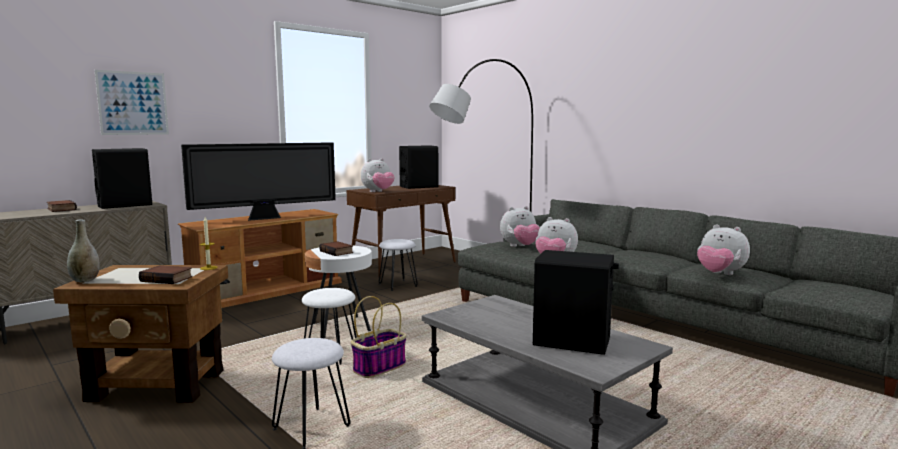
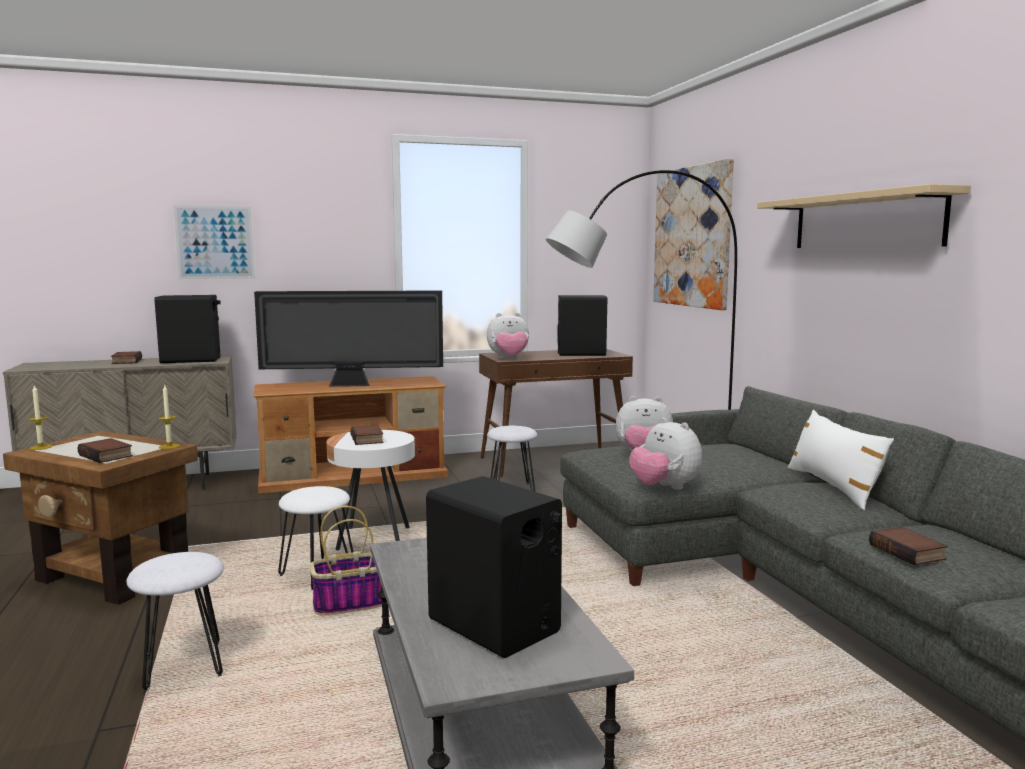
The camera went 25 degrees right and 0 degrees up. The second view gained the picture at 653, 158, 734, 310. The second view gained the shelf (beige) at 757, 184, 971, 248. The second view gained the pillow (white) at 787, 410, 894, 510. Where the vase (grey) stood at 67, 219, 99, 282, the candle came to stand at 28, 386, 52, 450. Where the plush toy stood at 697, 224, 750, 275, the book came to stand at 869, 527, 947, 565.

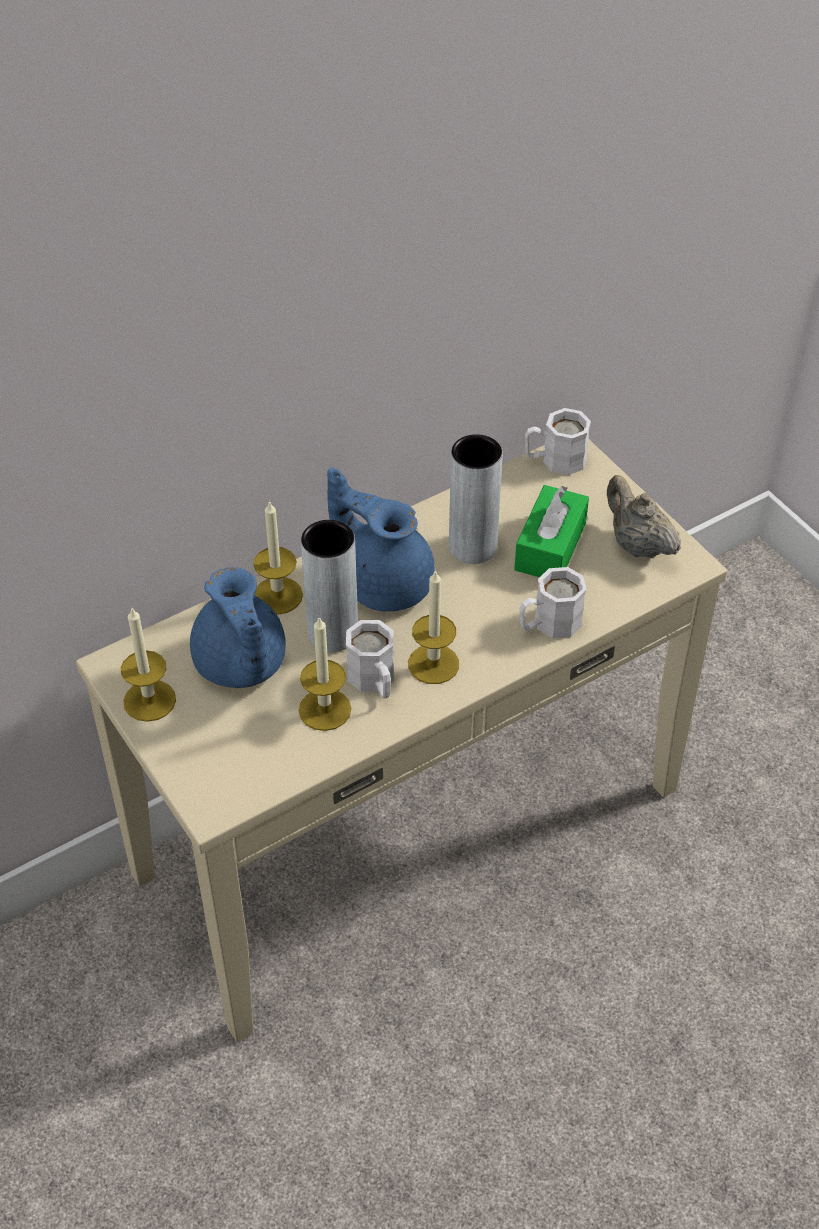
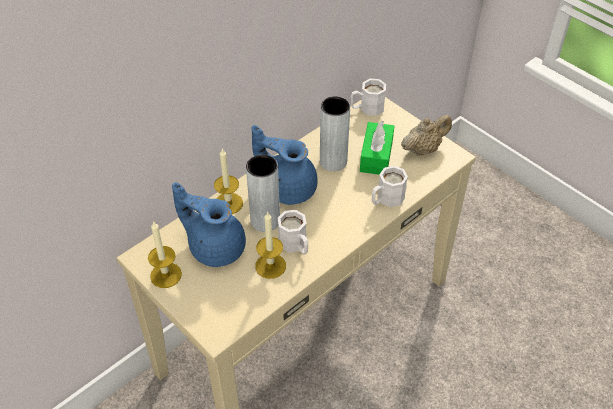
The camera went 10 degrees left and 0 degrees up. The second view lost the candle at 408, 569, 459, 684. The teapot (blue) at 190, 567, 286, 688 ended up facing another way, 150 degrees clockwise from before. The teapot (beige) at 607, 475, 681, 558 ended up facing another way, 105 degrees clockwise from before.

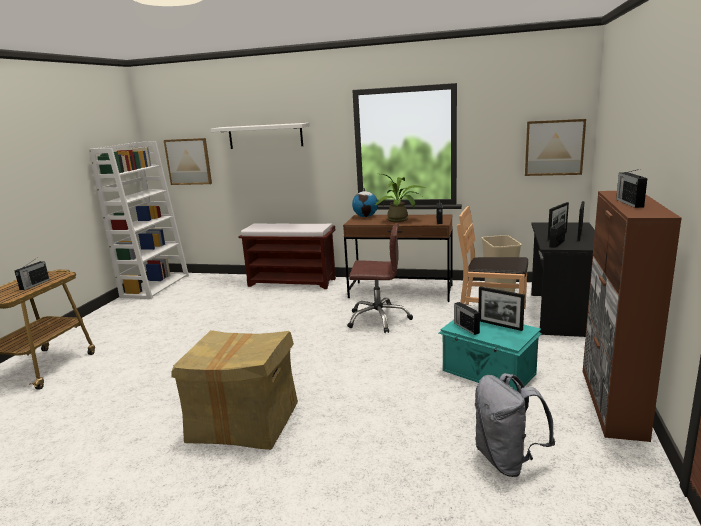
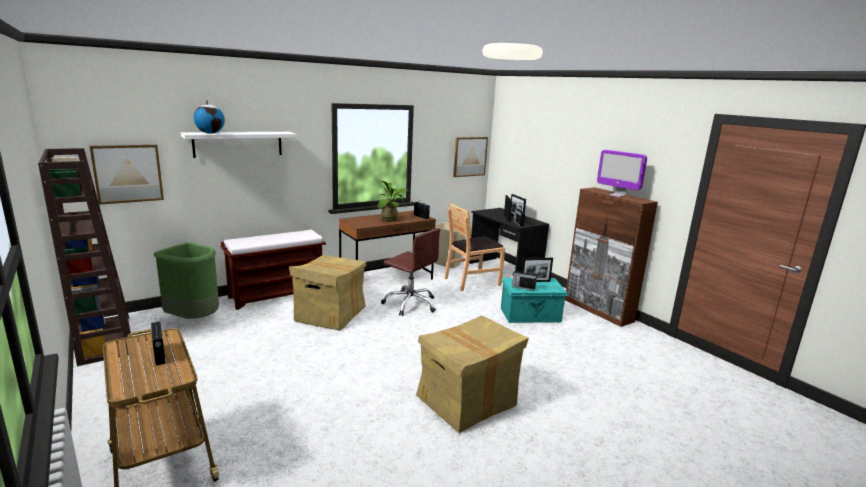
The camera went 50 degrees left and 0 degrees up. The second view lost the backpack (grey) at 475, 373, 555, 477. The second view gained the trash can (green) at 154, 242, 219, 319. The second view gained the cardboard box at 289, 255, 367, 330. The globe ended up elsewhere, having gone from 352, 188, 378, 217 to 194, 100, 225, 134. Where the radio stood at 616, 169, 647, 208, the monitor came to stand at 597, 150, 647, 197. What was the bookcase (white) at 89, 141, 189, 299 turned into the bookcase (brown) at 38, 148, 131, 366. The office chair (brown) at 347, 223, 413, 333 ended up facing another way, 75 degrees clockwise from before.

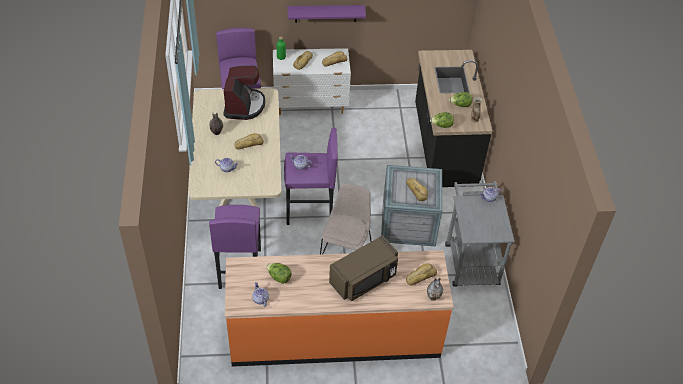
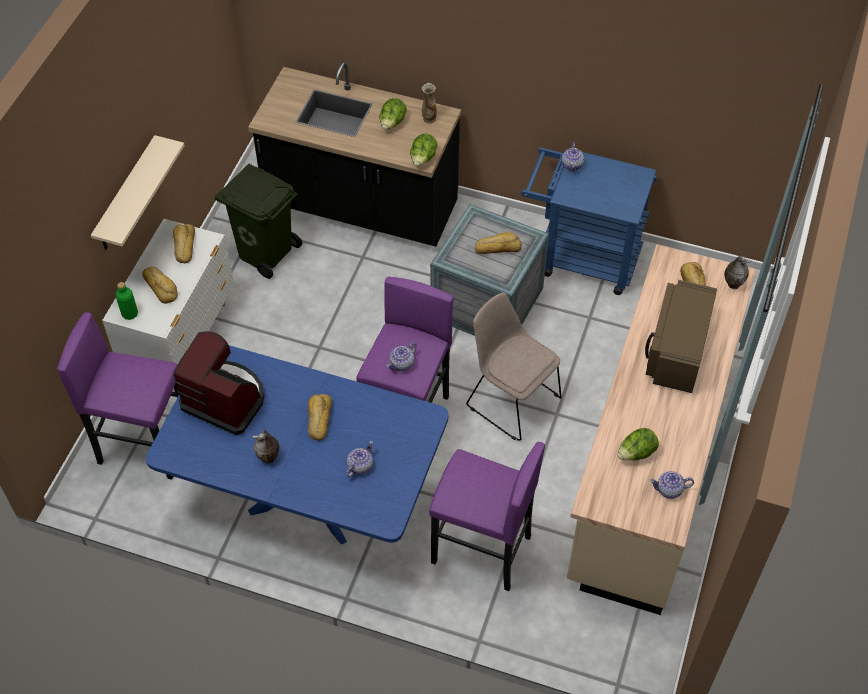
The camera went 65 degrees left and 5 degrees up. The second view gained the trash can (green) at 215, 164, 302, 279. What was the dining table (beige) at 188, 88, 281, 207 turned into the dining table (blue) at 146, 345, 449, 545. What was the counter (orange) at 225, 250, 454, 367 turned into the counter (beige) at 567, 244, 756, 615. What was the shelf (purple) at 287, 5, 366, 23 turned into the shelf (beige) at 91, 135, 185, 250. What was the cart (grey) at 445, 181, 515, 286 turned into the cart (blue) at 521, 148, 657, 295. The microwave (brown) at 329, 235, 398, 302 ended up facing another way, 150 degrees counterclockwise from before.

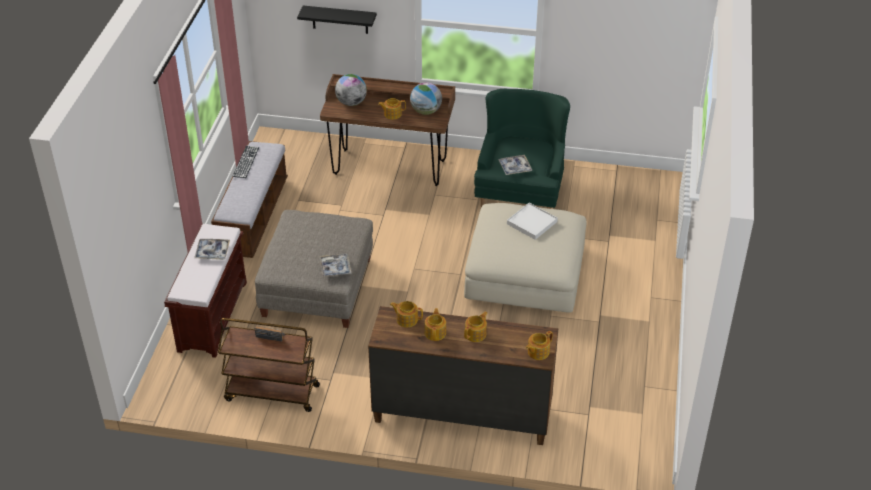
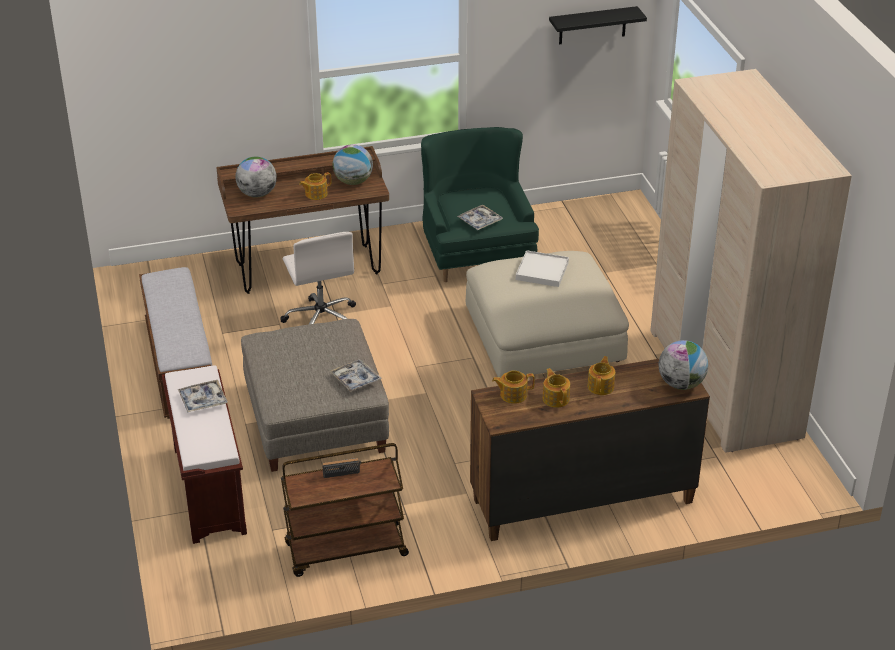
The camera went 25 degrees left and 5 degrees down. The second view lost the keyboard at 232, 146, 259, 178. The second view gained the office chair (white) at 280, 232, 356, 324. The second view gained the wardrobe (beige) at 650, 69, 852, 453. The shelf (black) ended up elsewhere, having gone from 297, 6, 377, 34 to 549, 6, 647, 44. Where the teapot stood at 526, 331, 553, 360, the globe came to stand at 659, 340, 708, 390.

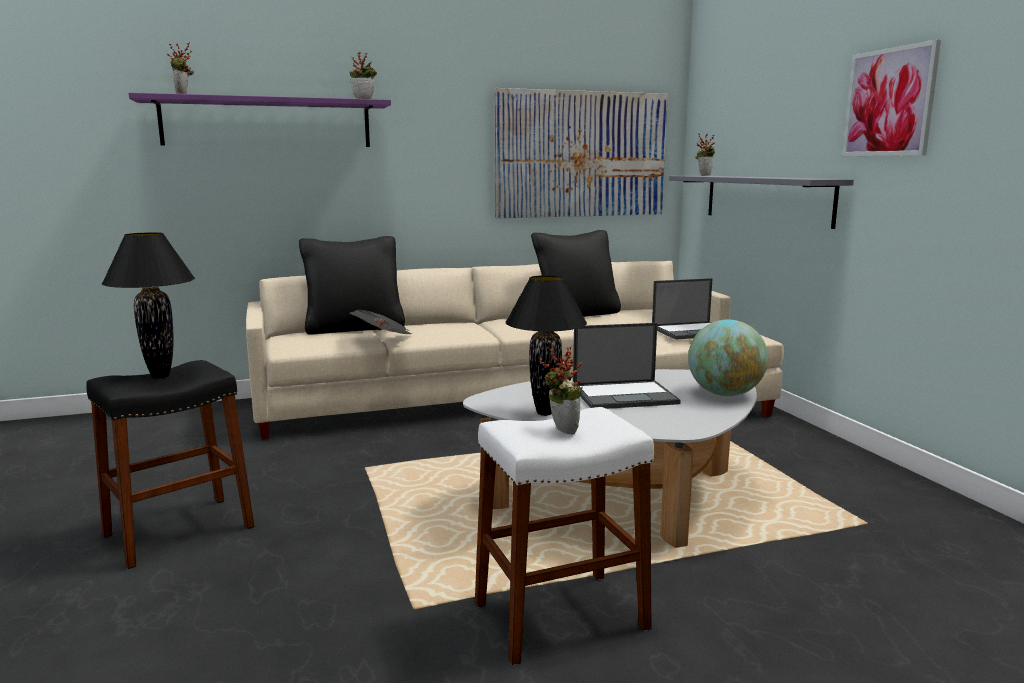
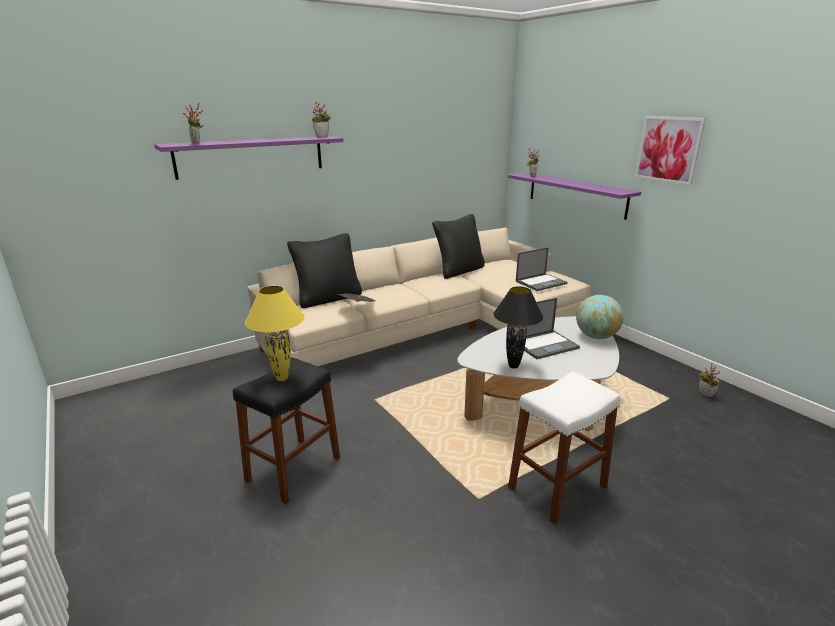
The camera went 15 degrees left and 10 degrees up. The second view lost the picture at 494, 88, 668, 218. The potted plant ended up elsewhere, having gone from 539, 346, 583, 434 to 698, 364, 721, 397. What was the table lamp (black) at 102, 232, 195, 378 turned into the table lamp (yellow) at 245, 286, 305, 381. What was the shelf (grey) at 669, 176, 854, 229 turned into the shelf (purple) at 508, 173, 641, 220.

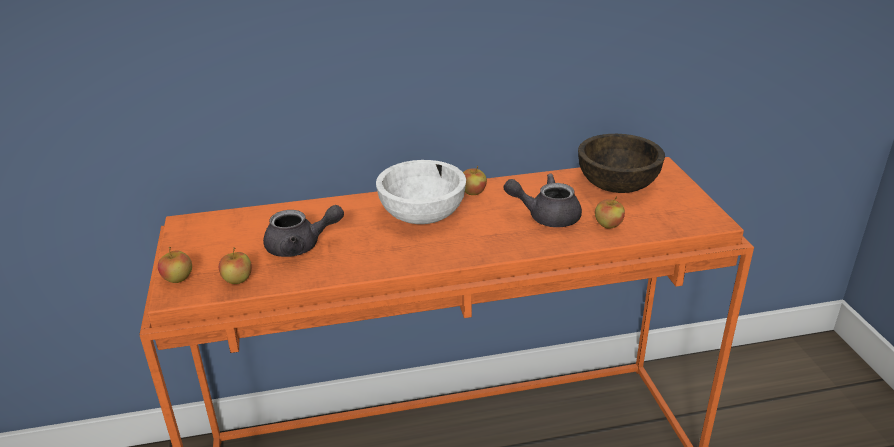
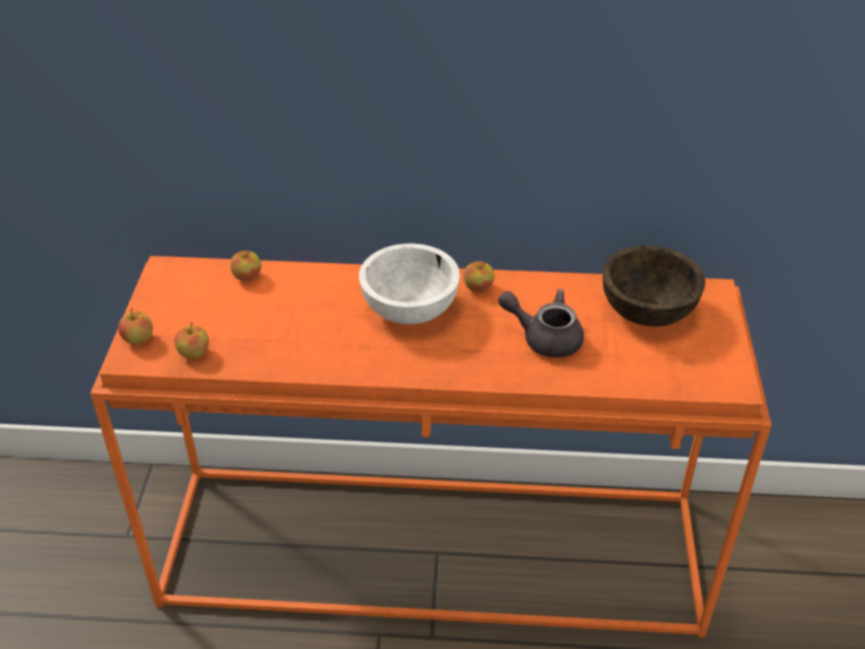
The camera went 15 degrees right and 10 degrees up. The second view lost the teapot (grey) at 263, 205, 344, 257. The apple ended up elsewhere, having gone from 595, 196, 625, 228 to 230, 250, 261, 281.

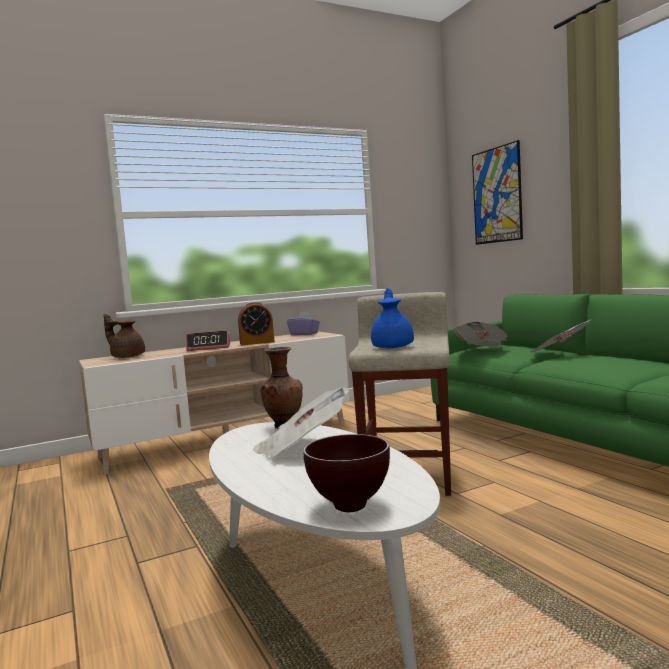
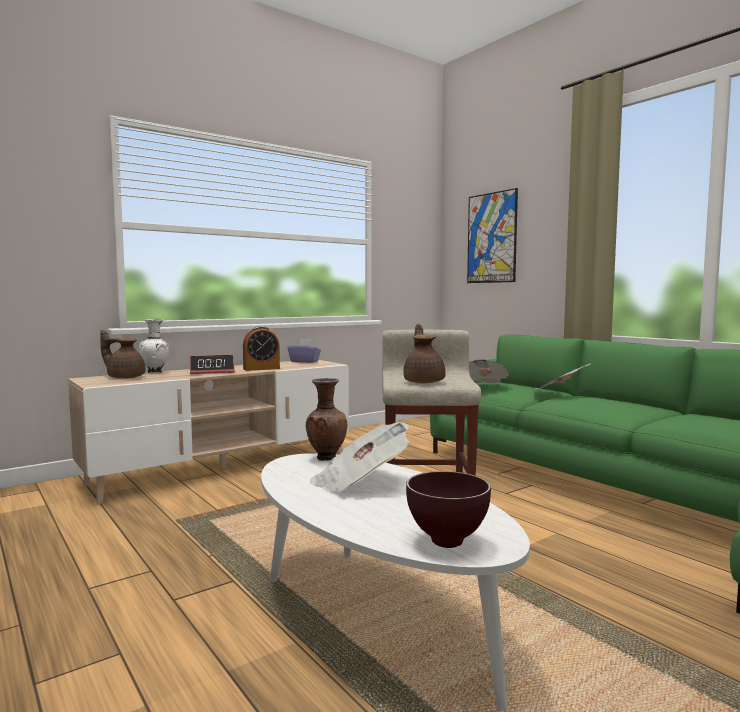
The camera went 10 degrees left and 0 degrees up. The second view gained the vase (white) at 139, 319, 170, 373. What was the teapot (blue) at 371, 288, 414, 348 turned into the teapot (brown) at 403, 324, 446, 383.

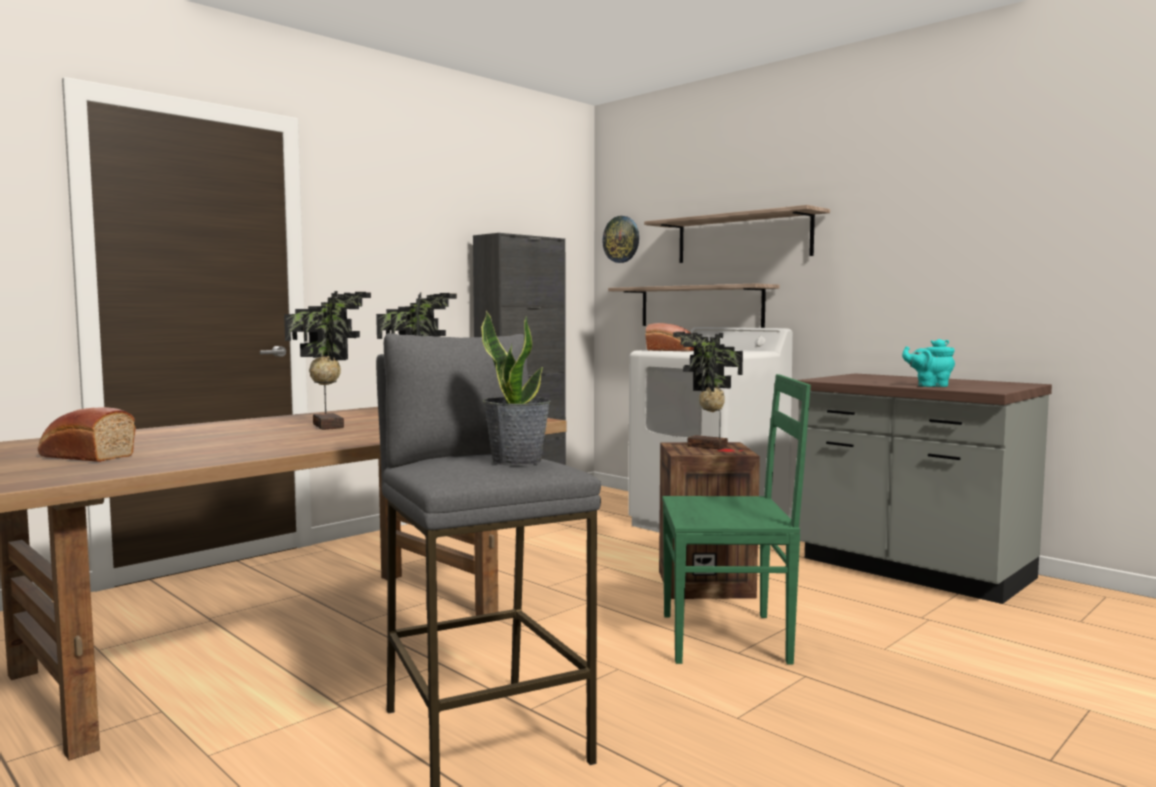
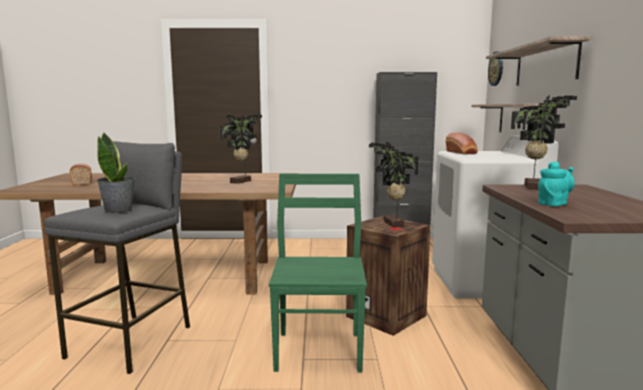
The camera went 45 degrees right and 5 degrees up. The potted plant ended up elsewhere, having gone from 284, 291, 371, 430 to 511, 95, 577, 190. The chair (green) at 662, 374, 811, 665 ended up facing another way, 135 degrees counterclockwise from before. The teapot (turquoise) at 902, 339, 955, 387 ended up facing another way, 90 degrees clockwise from before.

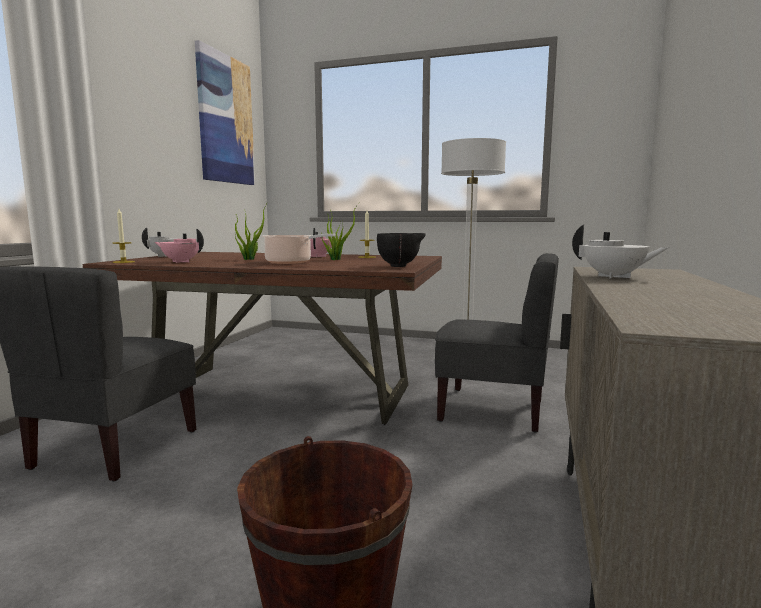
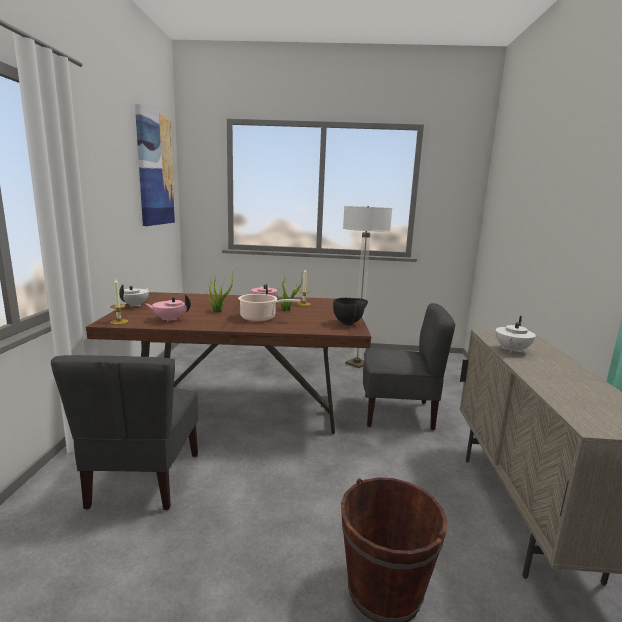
The camera went 15 degrees left and 5 degrees up. The teapot (white) at 572, 224, 670, 279 ended up facing another way, 105 degrees clockwise from before.

